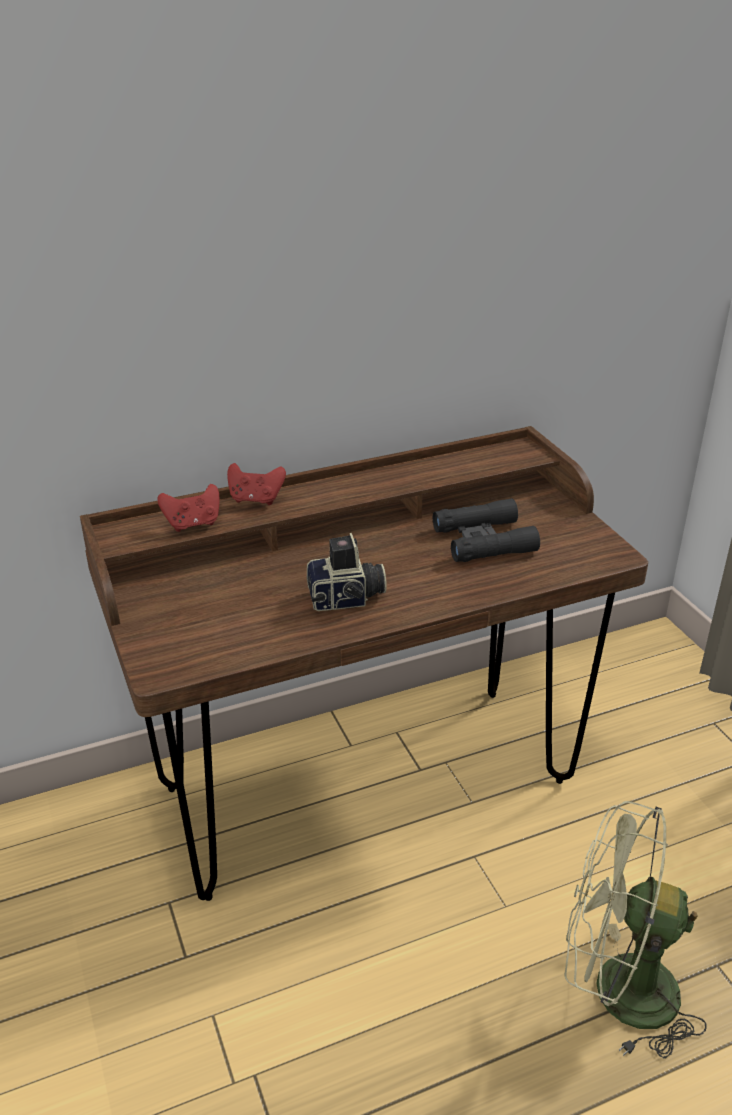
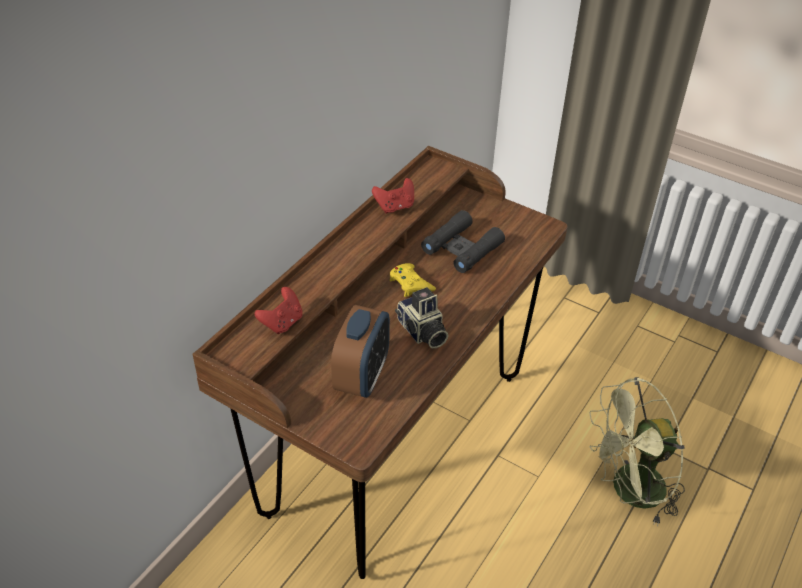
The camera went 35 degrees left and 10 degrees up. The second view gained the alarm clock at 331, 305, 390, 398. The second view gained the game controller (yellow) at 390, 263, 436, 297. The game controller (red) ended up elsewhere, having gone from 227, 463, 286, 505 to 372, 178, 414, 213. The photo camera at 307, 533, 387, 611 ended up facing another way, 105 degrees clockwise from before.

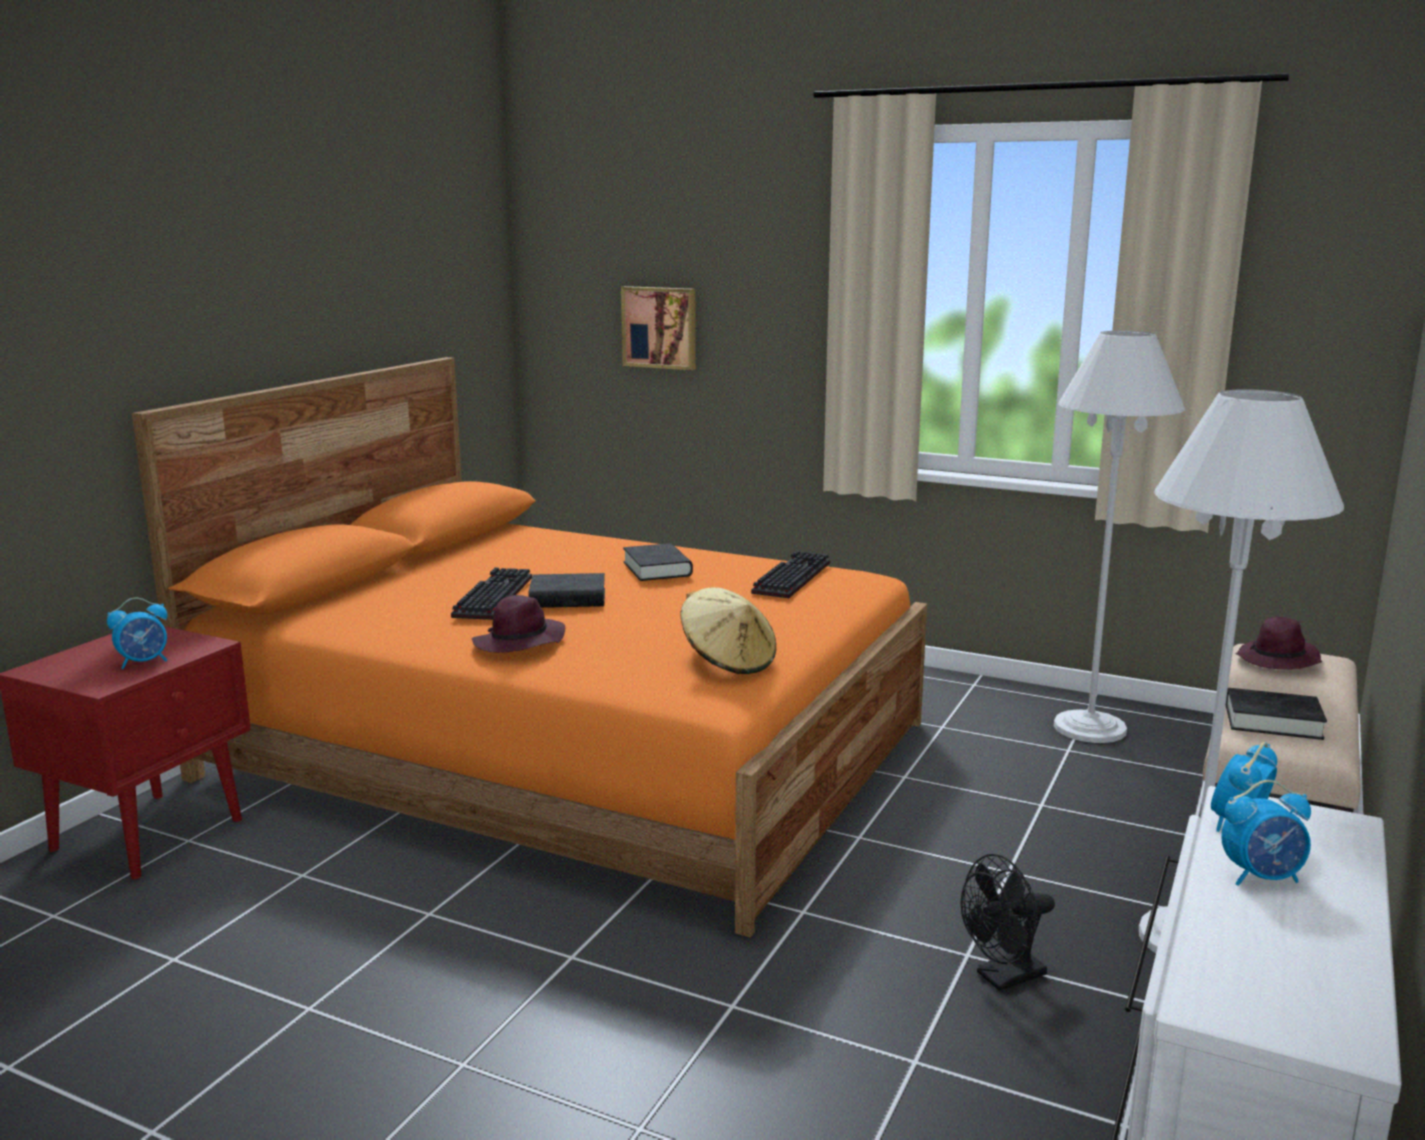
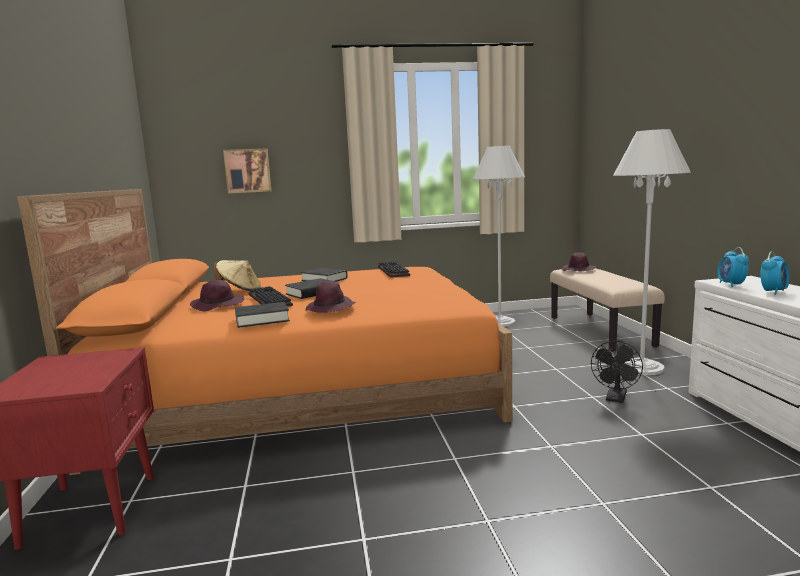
The camera went 35 degrees left and 5 degrees down. The second view lost the alarm clock at 107, 598, 168, 669. The second view gained the hat (purple) at 190, 280, 245, 311. The hat (beige) ended up elsewhere, having gone from 680, 587, 776, 674 to 214, 260, 261, 291. The book (black) ended up elsewhere, having gone from 1226, 688, 1327, 740 to 235, 302, 290, 328.

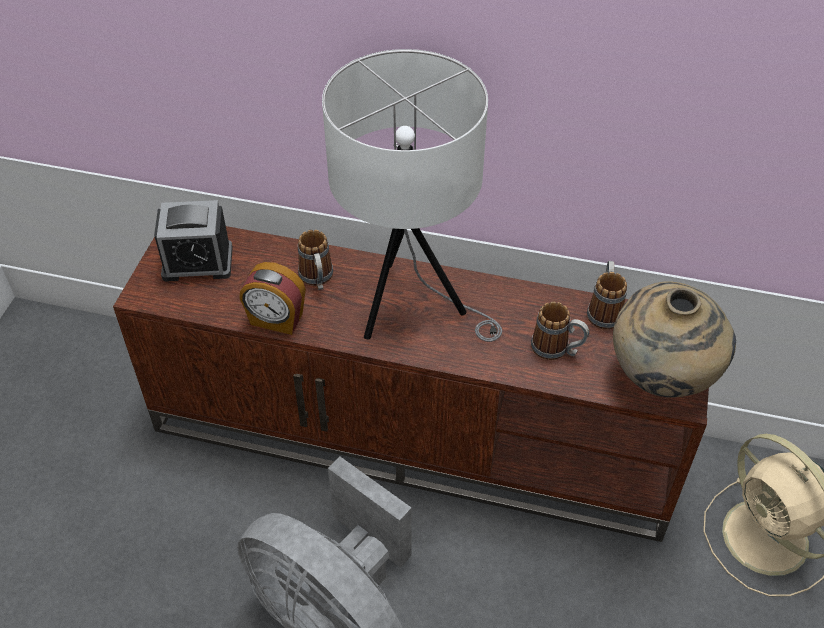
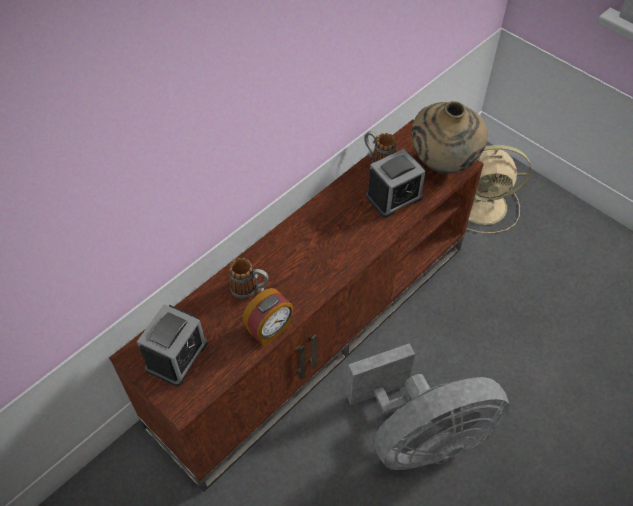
The camera went 60 degrees left and 5 degrees up. The second view lost the table lamp (white) at 322, 49, 502, 342. Where the mug stood at 531, 302, 589, 360, the alarm clock came to stand at 365, 149, 425, 218.

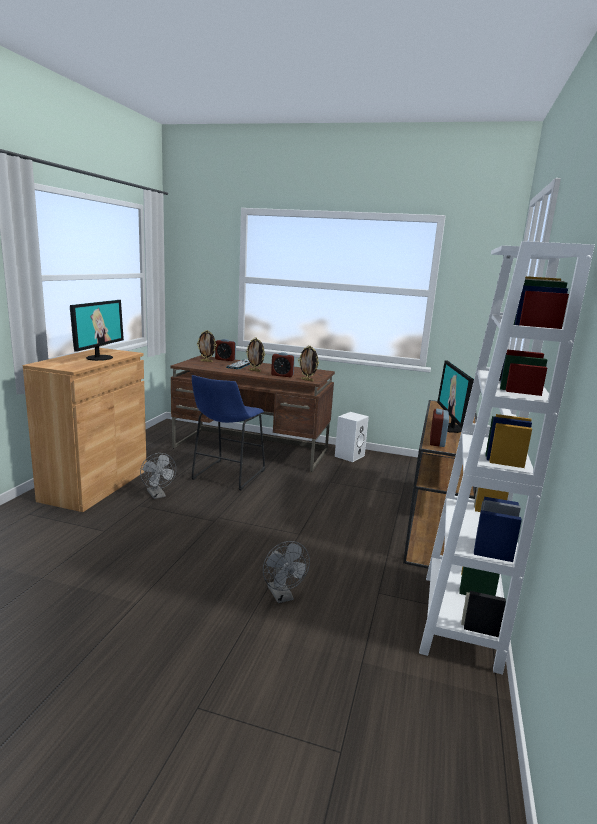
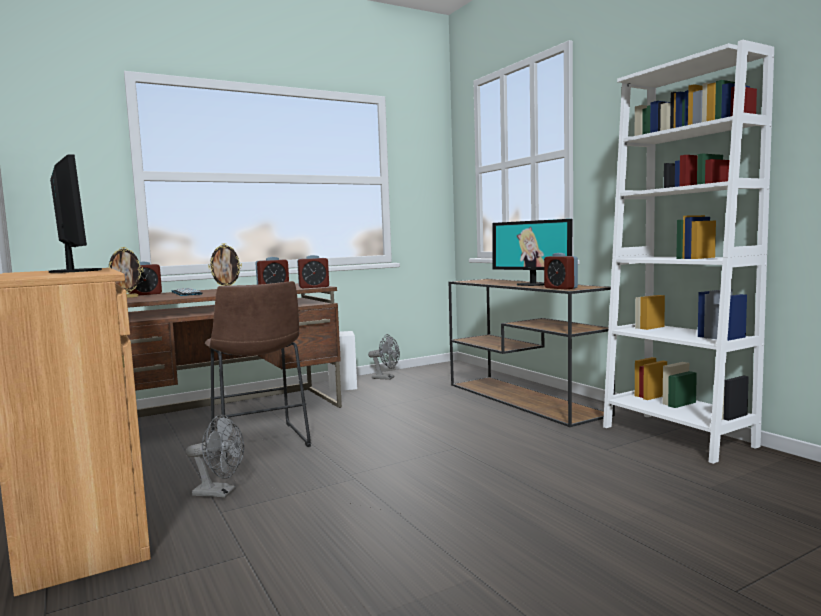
The camera went 45 degrees left and 10 degrees down. The fan (grey) ended up elsewhere, having gone from 263, 541, 310, 603 to 368, 334, 400, 380. Where the picture frame stood at 298, 345, 319, 382, the alarm clock came to stand at 297, 255, 329, 288. What was the stool (blue) at 192, 375, 265, 490 turned into the stool (brown) at 205, 281, 311, 462.

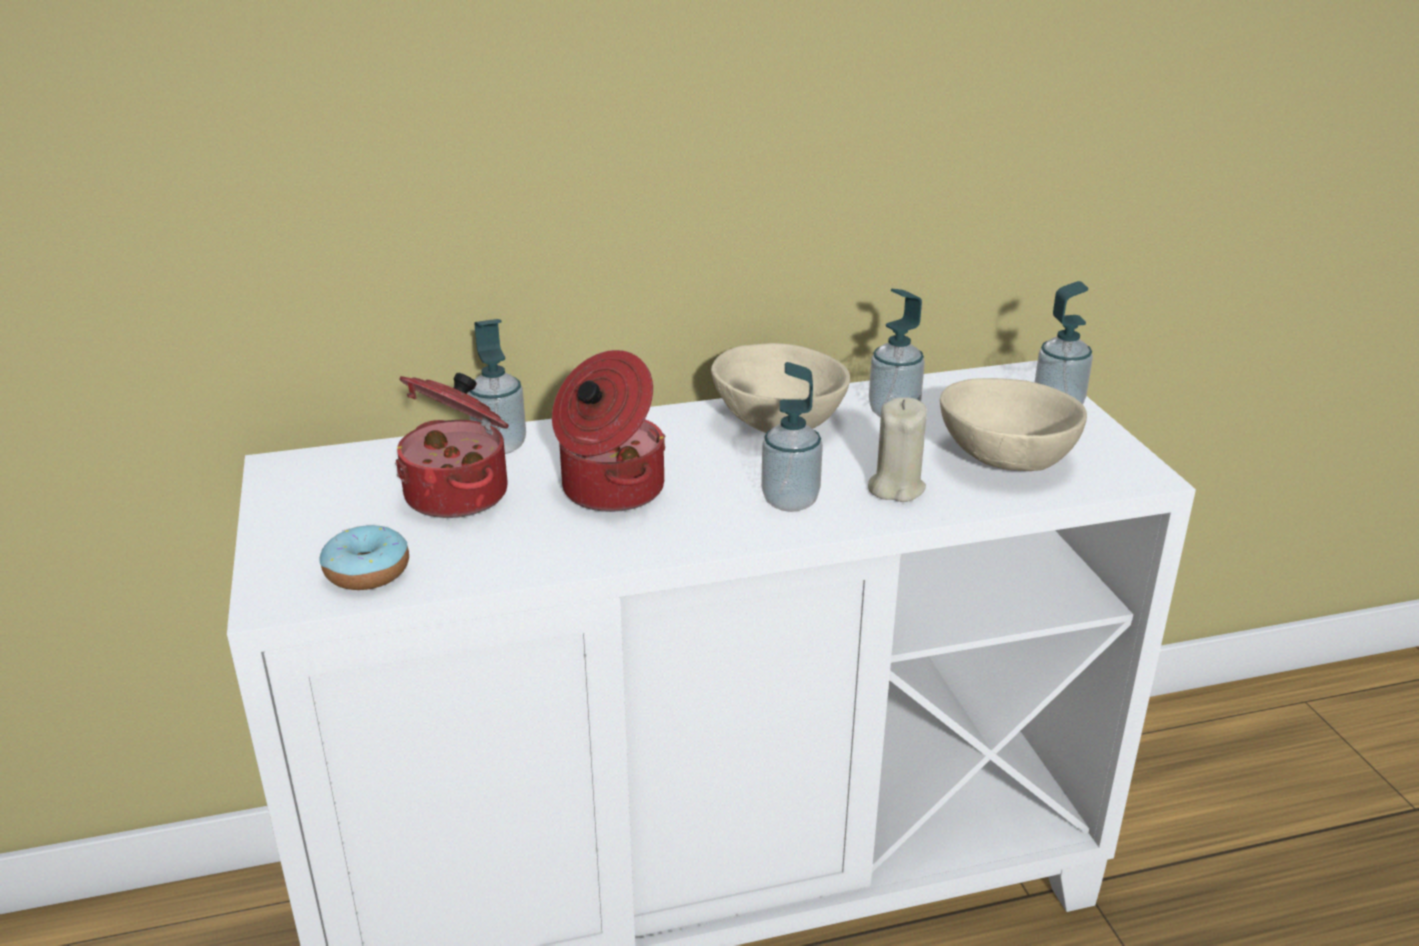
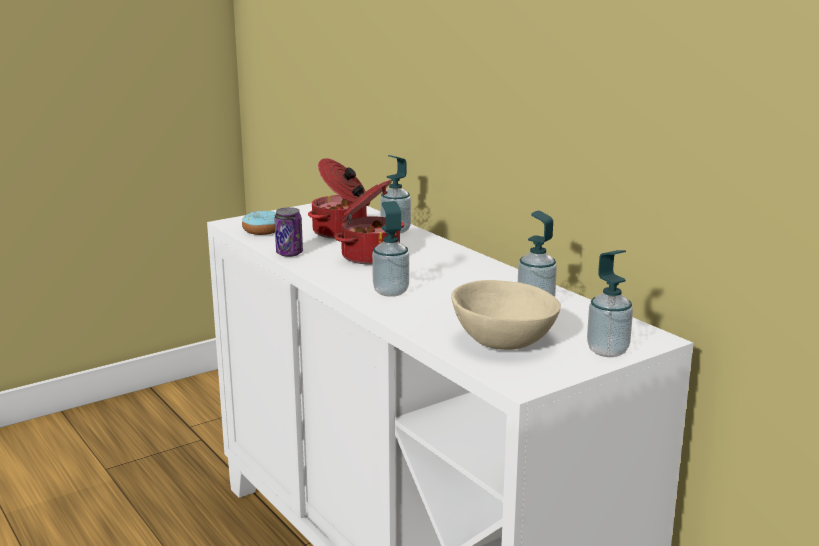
The camera went 70 degrees right and 10 degrees down. The second view lost the bowl (beige) at 711, 343, 850, 433. The second view lost the candle (beige) at 868, 397, 927, 502. The second view gained the can at 275, 207, 303, 257.

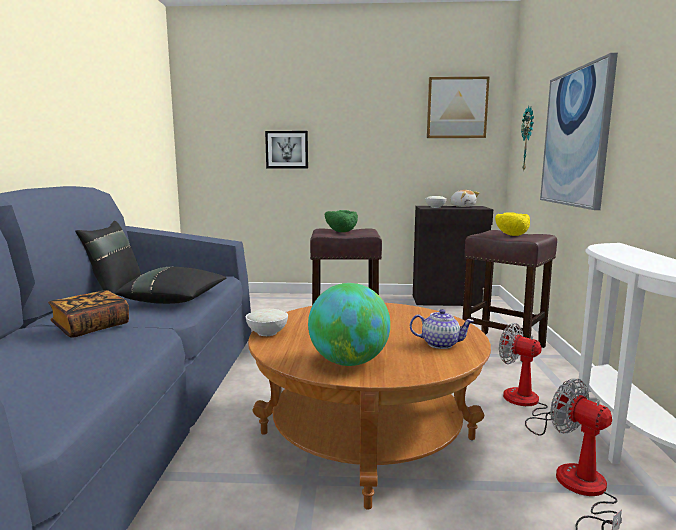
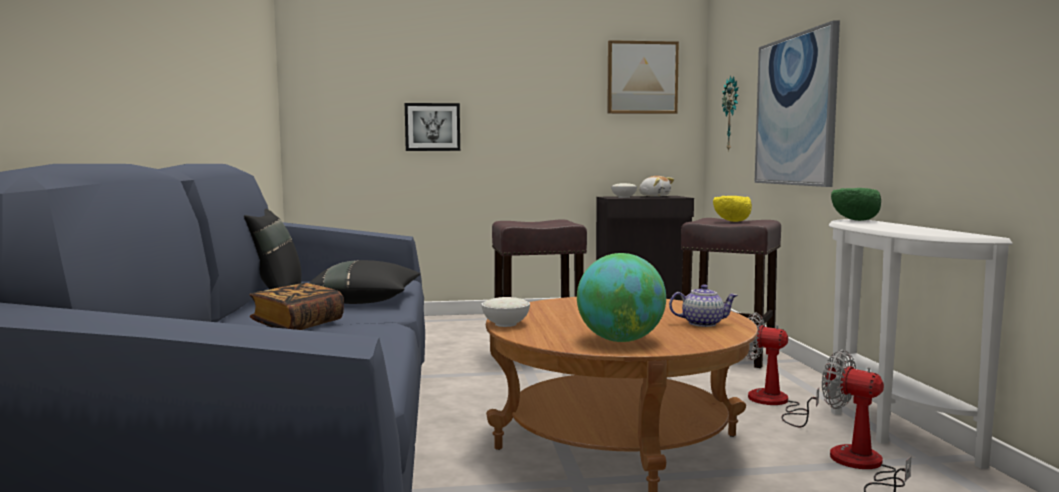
The camera went 10 degrees left and 5 degrees down. The bowl (green) ended up elsewhere, having gone from 325, 210, 358, 232 to 831, 188, 881, 221.

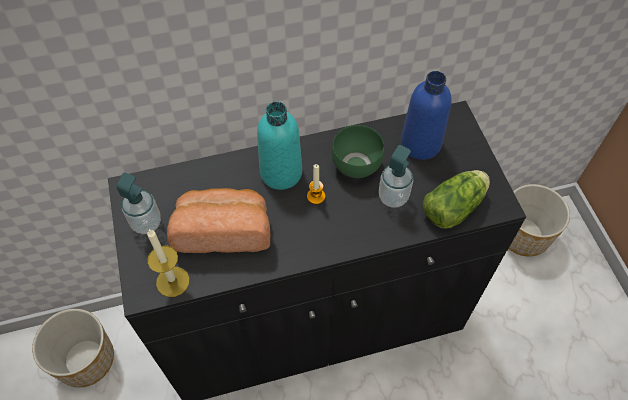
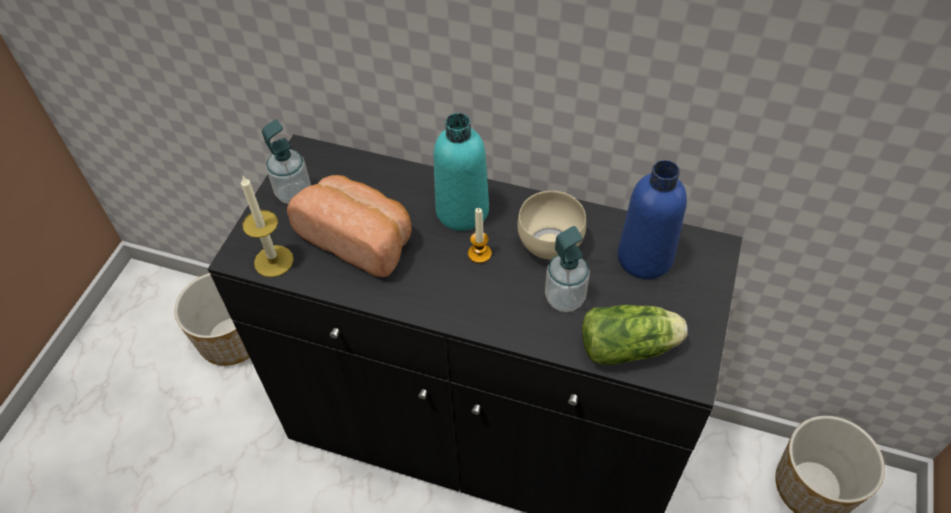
The camera went 35 degrees right and 5 degrees down. What was the bowl (green) at 332, 125, 384, 178 turned into the bowl (beige) at 517, 191, 586, 260.

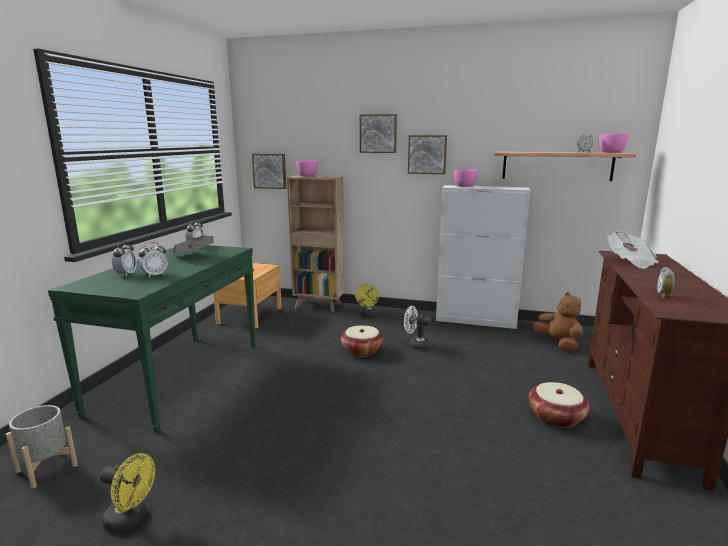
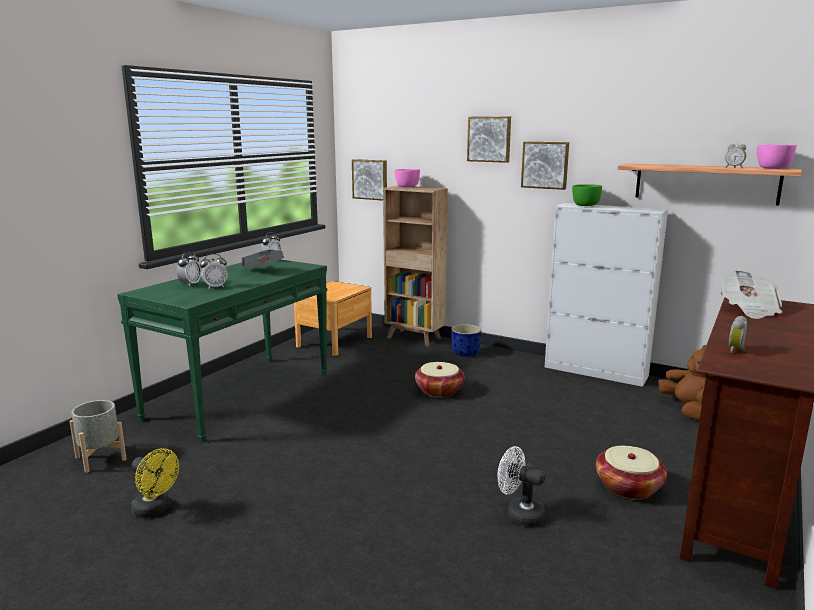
The camera went 15 degrees right and 0 degrees up. The fan (white) ended up elsewhere, having gone from 404, 306, 431, 350 to 497, 446, 545, 527. Where the fan (yellow) stood at 355, 284, 379, 317, the planter (blue) came to stand at 451, 324, 481, 357. What was the bowl (pink) at 454, 169, 478, 187 turned into the bowl (green) at 572, 184, 602, 206.

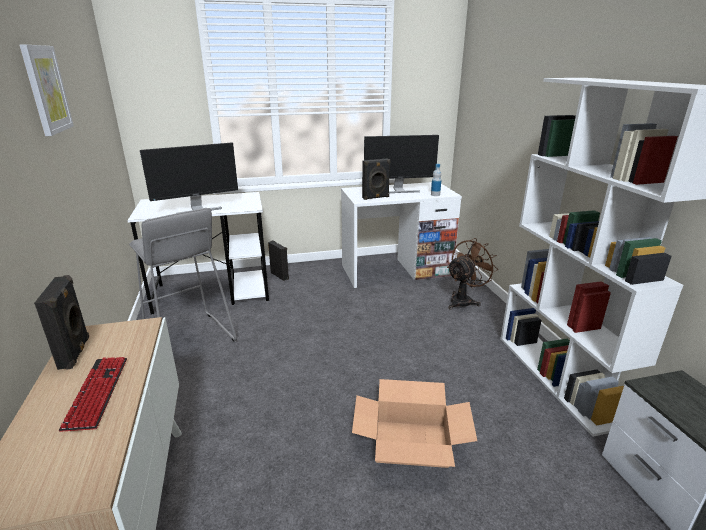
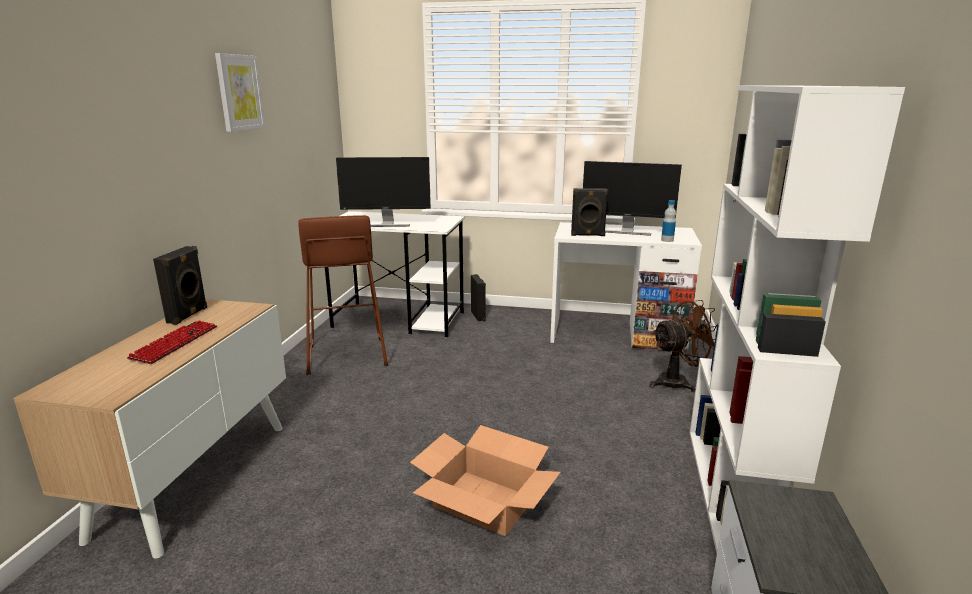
The camera went 25 degrees right and 5 degrees down. What was the stool (grey) at 129, 208, 237, 341 turned into the stool (brown) at 298, 215, 388, 375.

